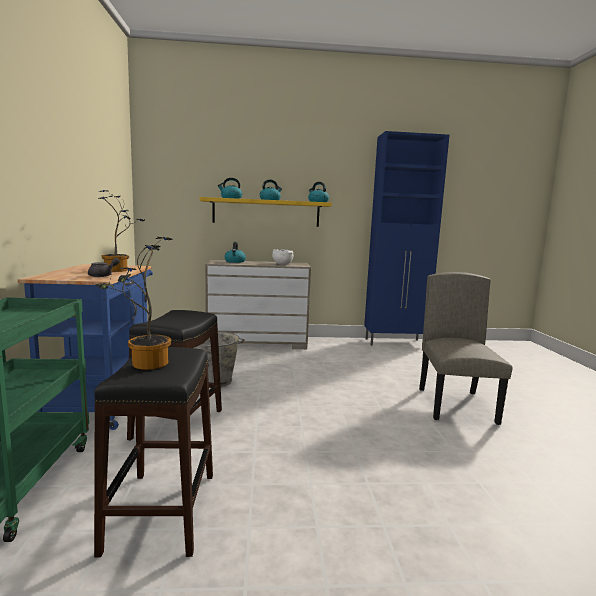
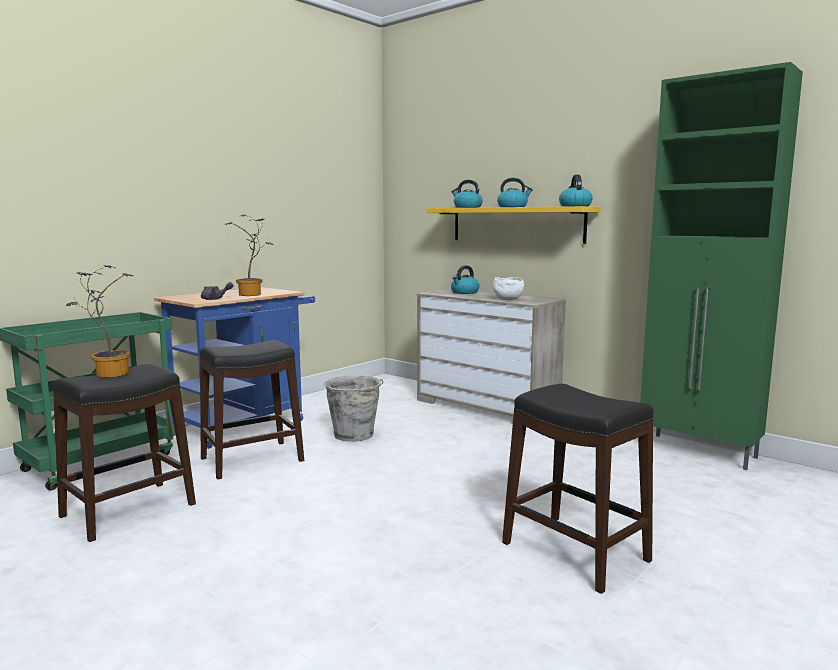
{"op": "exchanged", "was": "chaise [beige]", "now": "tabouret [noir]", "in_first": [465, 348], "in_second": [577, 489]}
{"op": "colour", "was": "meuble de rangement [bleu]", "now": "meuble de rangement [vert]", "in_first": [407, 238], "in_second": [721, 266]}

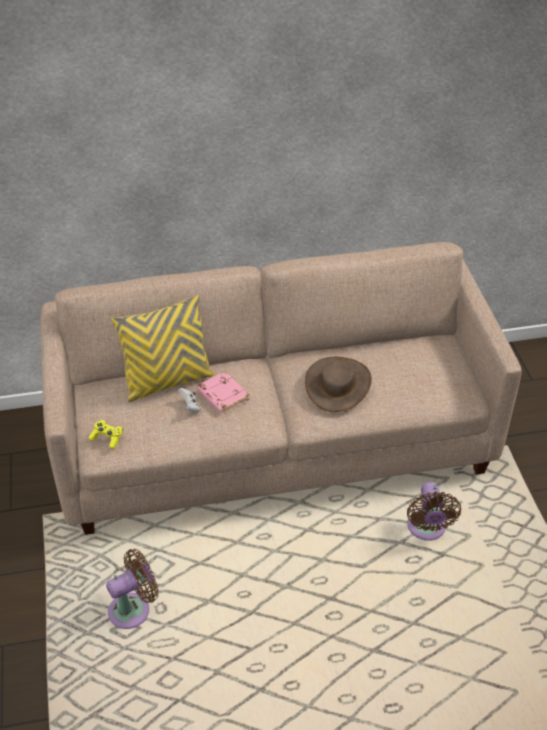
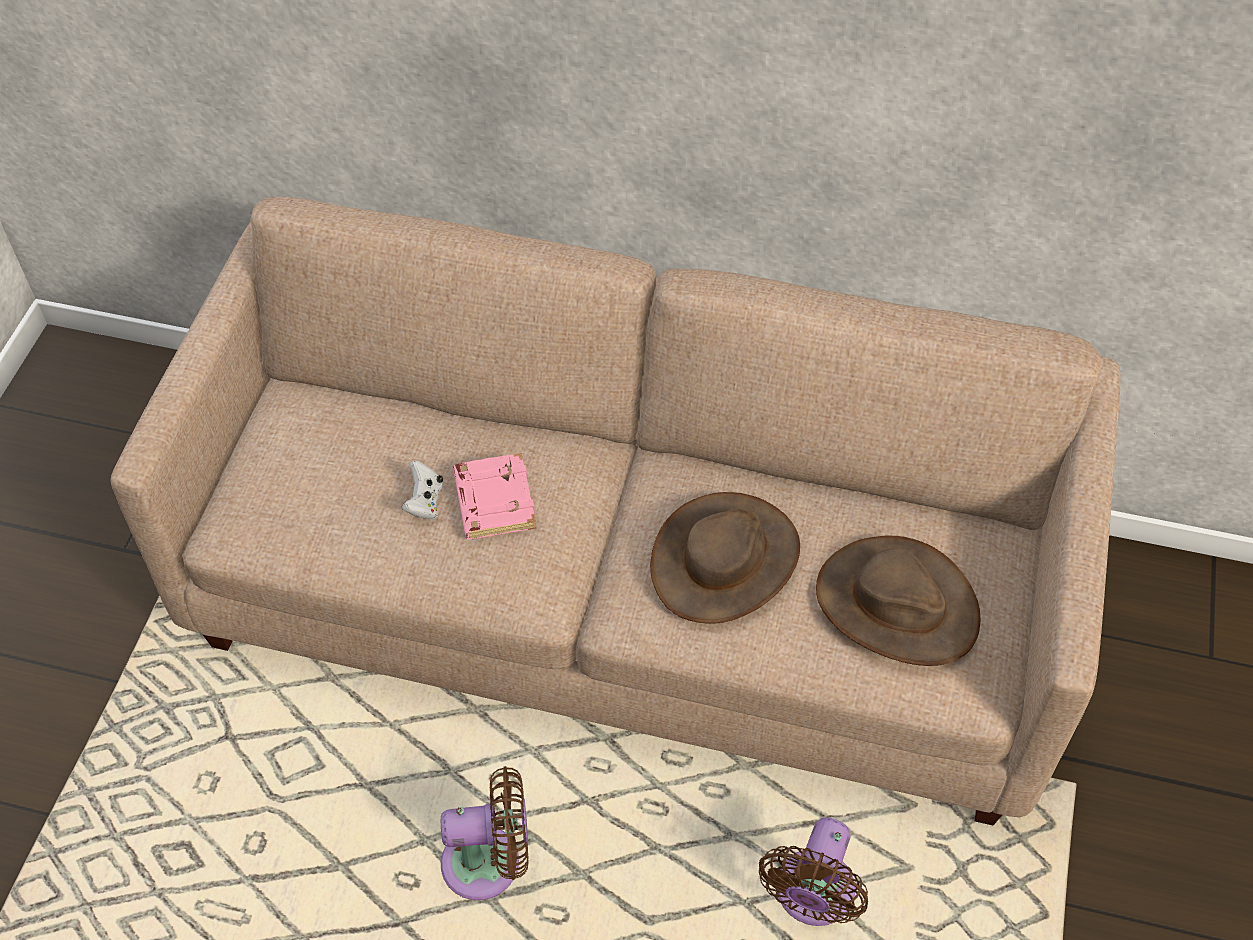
{"op": "relocated", "was": "ventilateur [marron]", "in_first": [132, 589], "in_second": [485, 833]}
{"op": "appeared", "now": "chapeau [marron]", "in_second": [898, 601]}
{"op": "missing", "was": "manette [jaune]", "in_first": [106, 434]}
{"op": "missing", "was": "coussin [jaune]", "in_first": [162, 348]}

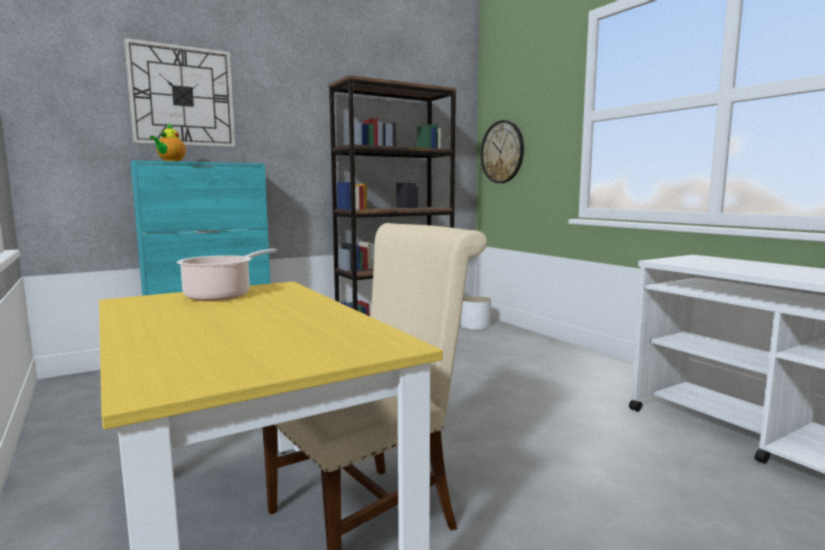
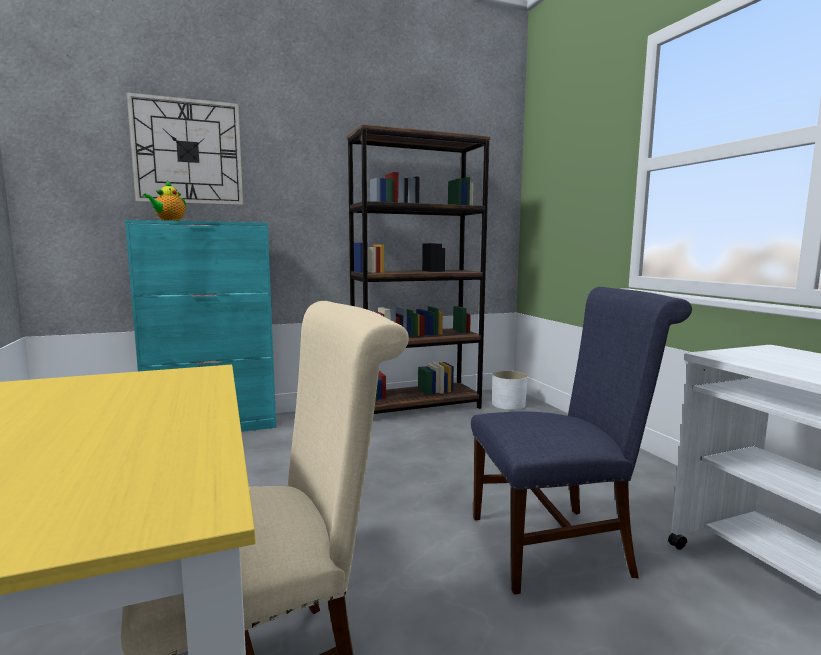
{"op": "appeared", "now": "chaise [bleu]", "in_second": [581, 440]}
{"op": "missing", "was": "marmite", "in_first": [227, 275]}
{"op": "missing", "was": "horloge murale", "in_first": [502, 151]}

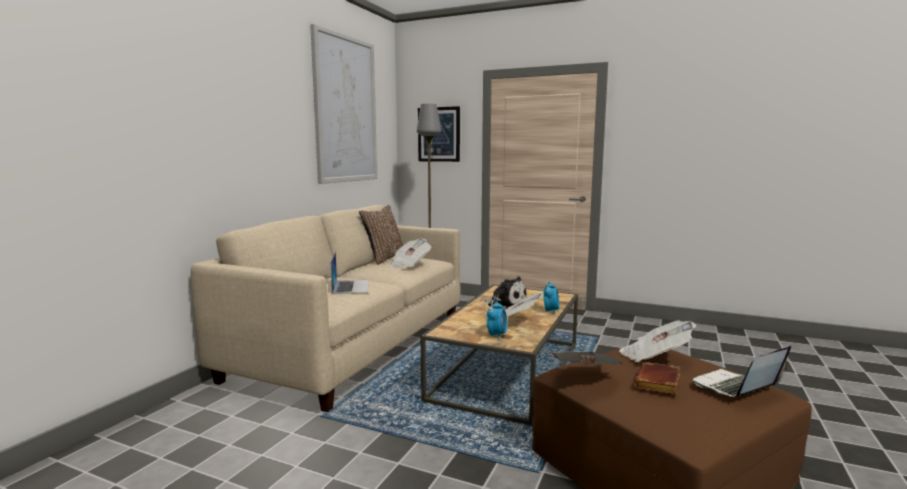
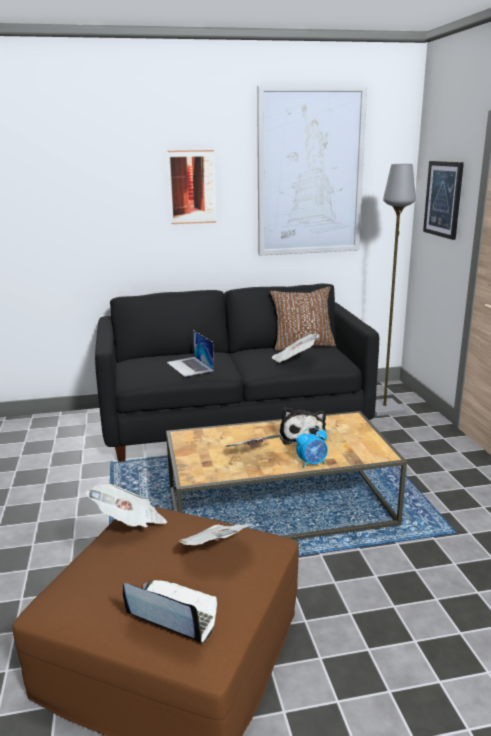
{"op": "colour", "was": "canapé [beige]", "now": "canapé [noir]", "in_first": [325, 308], "in_second": [237, 373]}
{"op": "appeared", "now": "tableau", "in_second": [191, 187]}
{"op": "spun", "was": "ordinateur portable", "in_first": [350, 273], "in_second": [190, 353], "clockwise": 105}
{"op": "missing", "was": "réveil", "in_first": [497, 320]}
{"op": "missing", "was": "livre [marron]", "in_first": [657, 378]}

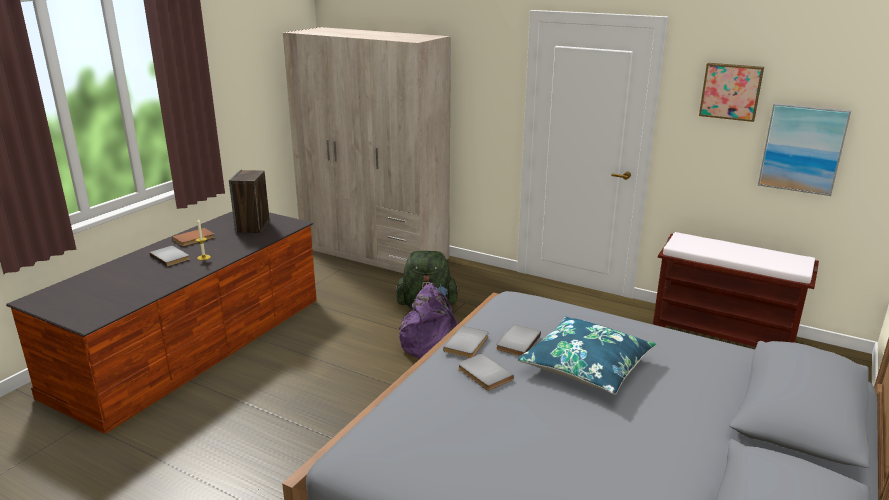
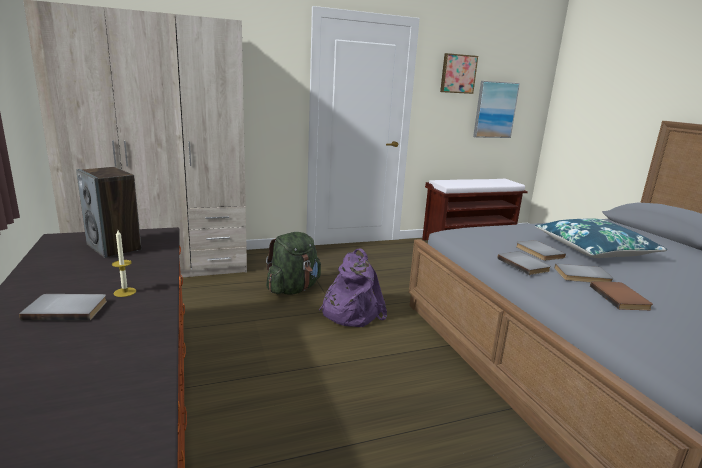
{"op": "relocated", "was": "livre [marron]", "in_first": [193, 237], "in_second": [621, 295]}

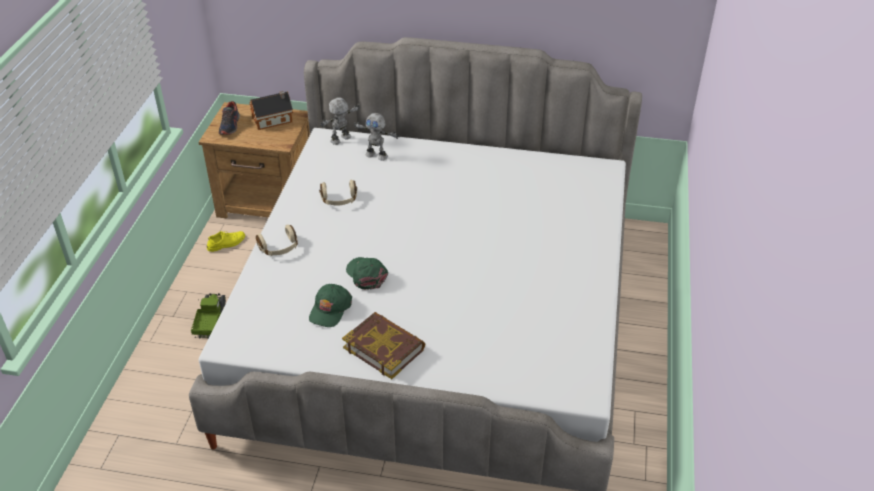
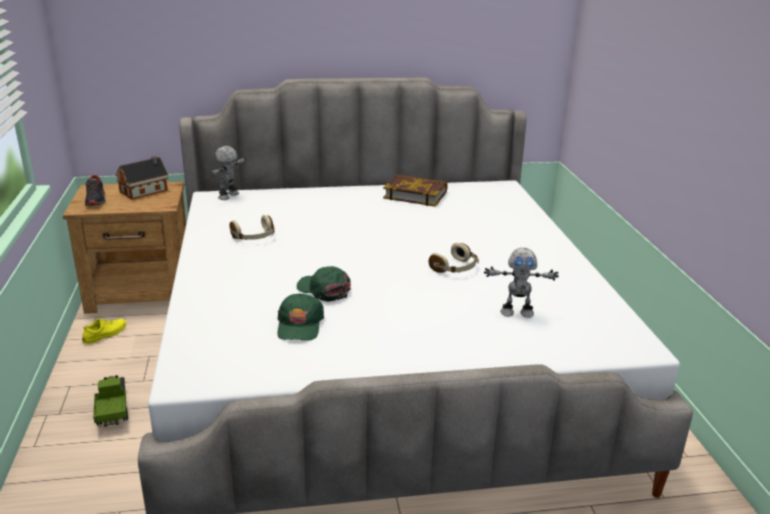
{"op": "relocated", "was": "livre", "in_first": [383, 345], "in_second": [415, 191]}
{"op": "relocated", "was": "casque audio [beige]", "in_first": [277, 240], "in_second": [454, 258]}
{"op": "relocated", "was": "robot jouet", "in_first": [377, 137], "in_second": [521, 283]}

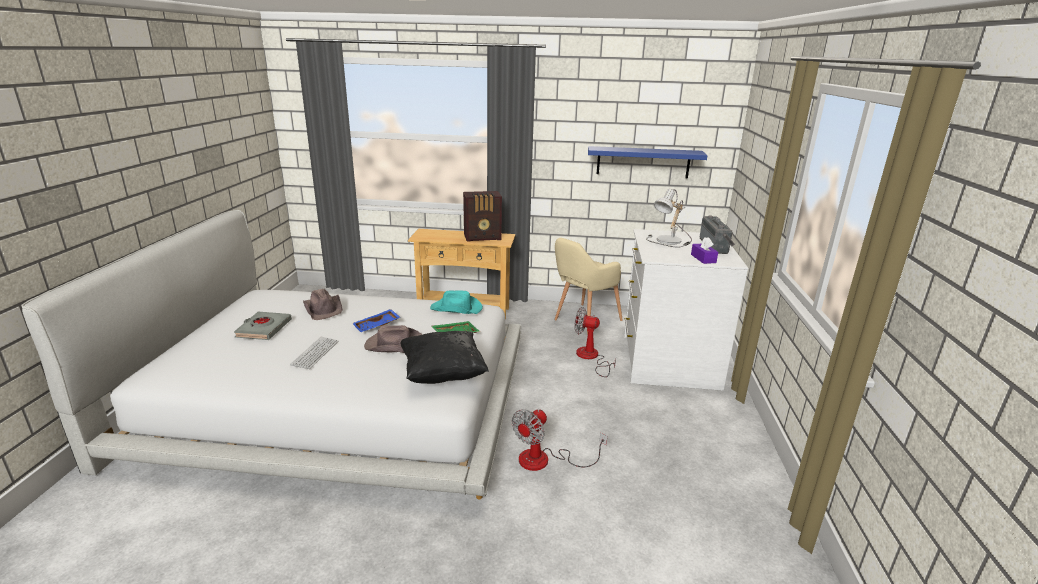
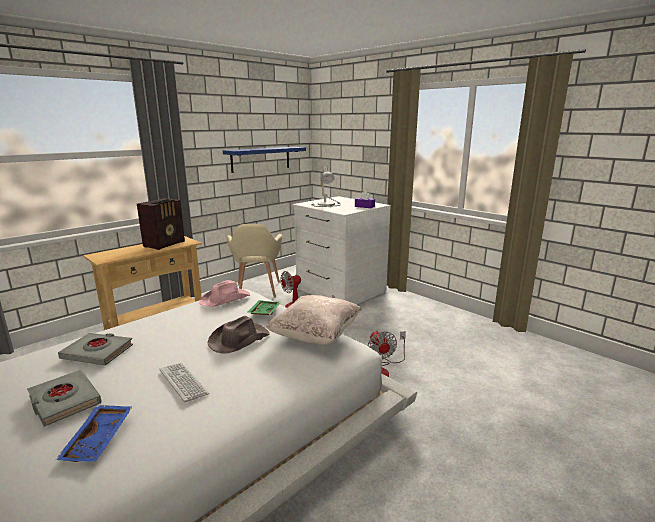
{"op": "relocated", "was": "plateau [bleu]", "in_first": [376, 320], "in_second": [94, 433]}
{"op": "exchanged", "was": "chapeau [marron]", "now": "livre [gris]", "in_first": [323, 304], "in_second": [95, 349]}
{"op": "colour", "was": "chapeau [turquoise]", "now": "chapeau [rose]", "in_first": [456, 302], "in_second": [224, 293]}
{"op": "colour", "was": "coussin [noir]", "now": "coussin [beige]", "in_first": [445, 357], "in_second": [314, 320]}
{"op": "missing", "was": "radio", "in_first": [717, 234]}

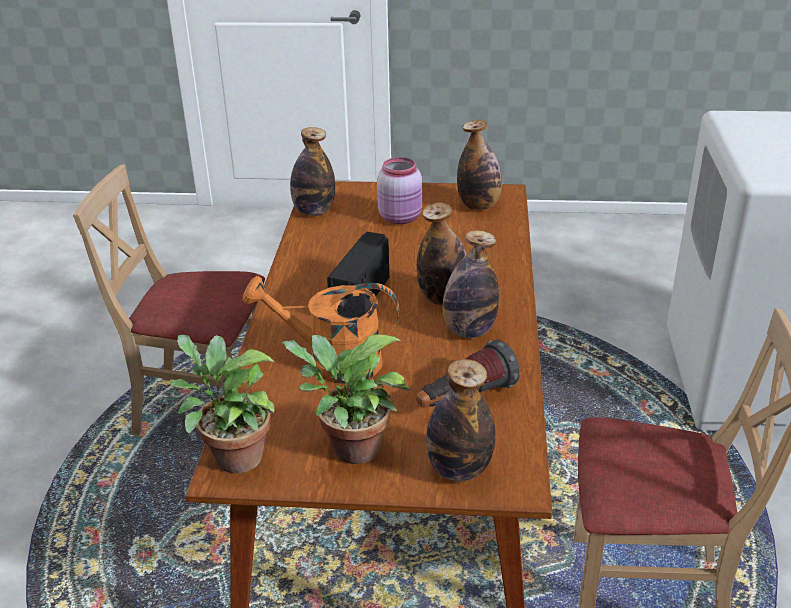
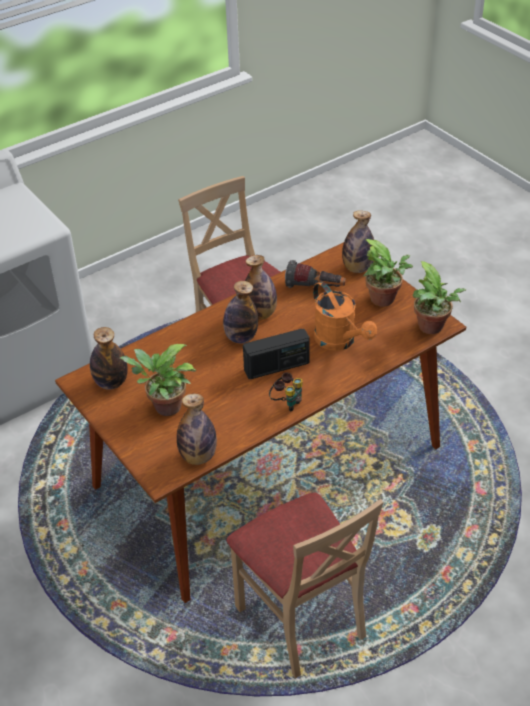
{"op": "exchanged", "was": "bocal [rose]", "now": "plante en pot", "in_first": [399, 190], "in_second": [158, 380]}
{"op": "appeared", "now": "jumelles", "in_second": [286, 392]}

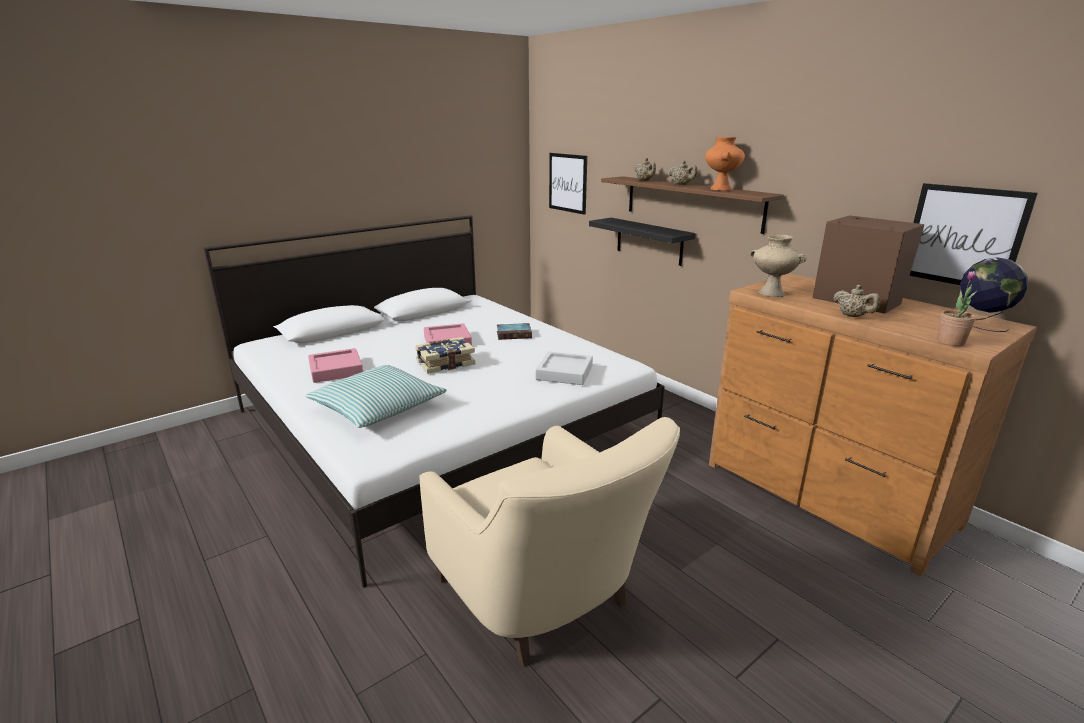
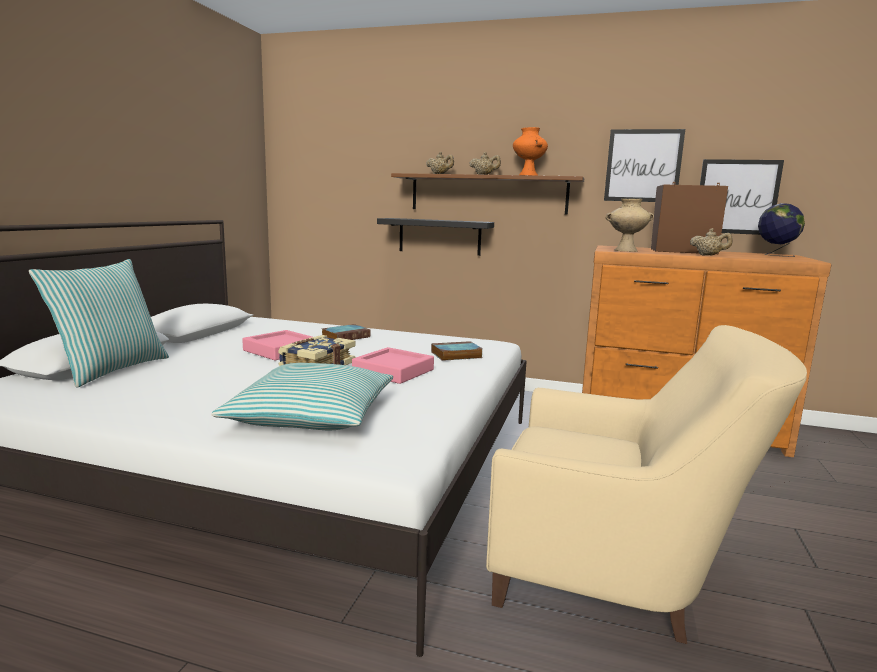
{"op": "appeared", "now": "coussin", "in_second": [99, 323]}
{"op": "relocated", "was": "plateau [rose]", "in_first": [335, 365], "in_second": [393, 365]}
{"op": "exchanged", "was": "plateau [gris]", "now": "livre", "in_first": [564, 368], "in_second": [457, 351]}
{"op": "relocated", "was": "tableau", "in_first": [568, 184], "in_second": [644, 165]}
{"op": "missing", "was": "plante en pot", "in_first": [957, 308]}

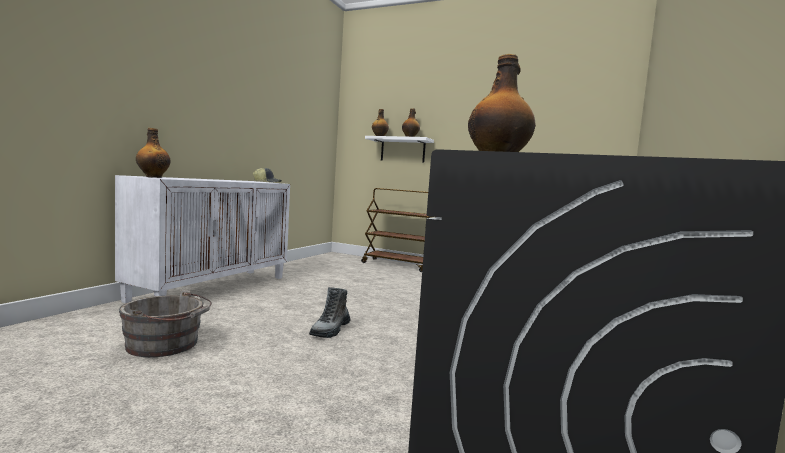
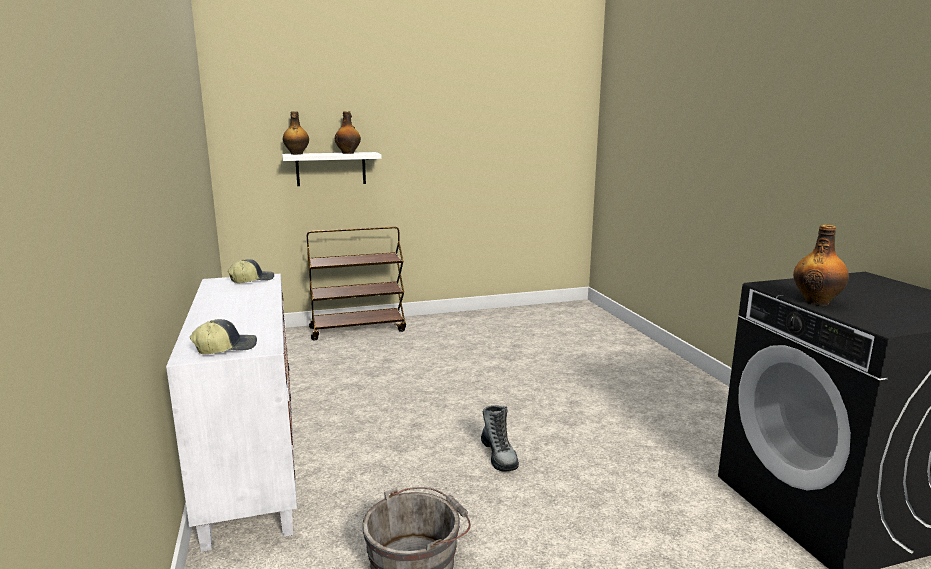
{"op": "exchanged", "was": "bouteille", "now": "casquette", "in_first": [153, 153], "in_second": [223, 336]}

